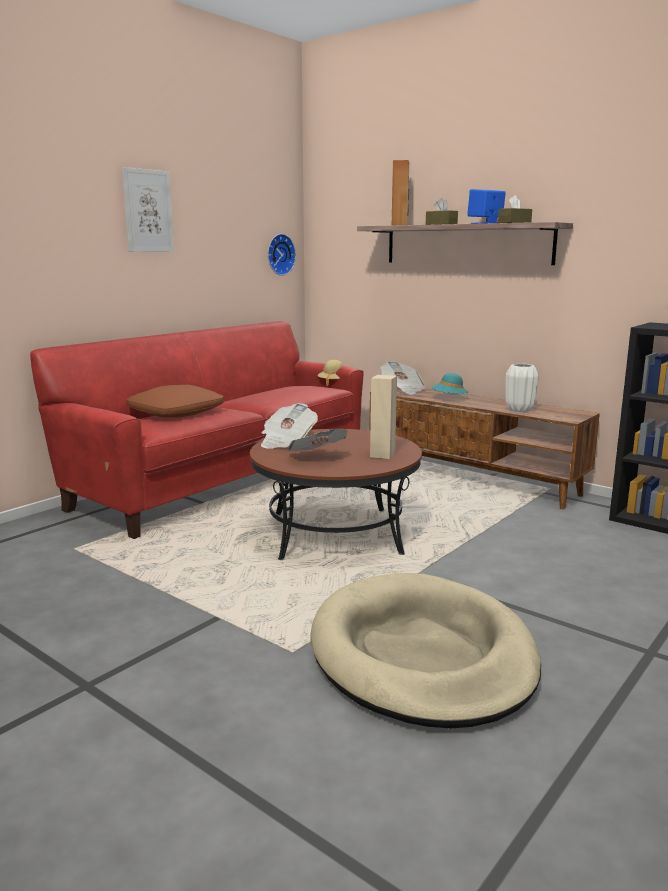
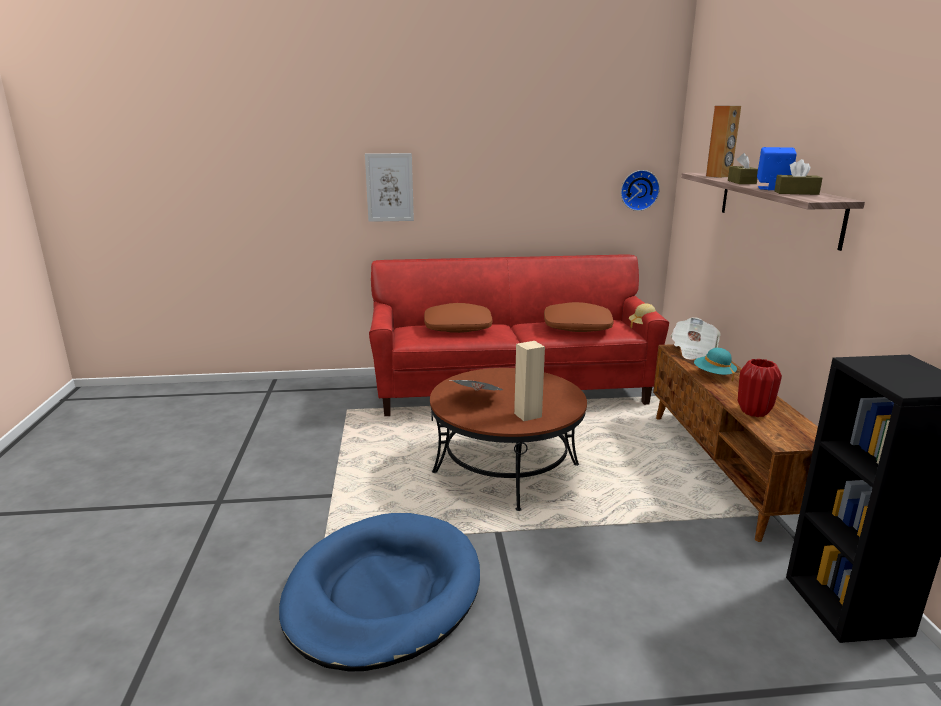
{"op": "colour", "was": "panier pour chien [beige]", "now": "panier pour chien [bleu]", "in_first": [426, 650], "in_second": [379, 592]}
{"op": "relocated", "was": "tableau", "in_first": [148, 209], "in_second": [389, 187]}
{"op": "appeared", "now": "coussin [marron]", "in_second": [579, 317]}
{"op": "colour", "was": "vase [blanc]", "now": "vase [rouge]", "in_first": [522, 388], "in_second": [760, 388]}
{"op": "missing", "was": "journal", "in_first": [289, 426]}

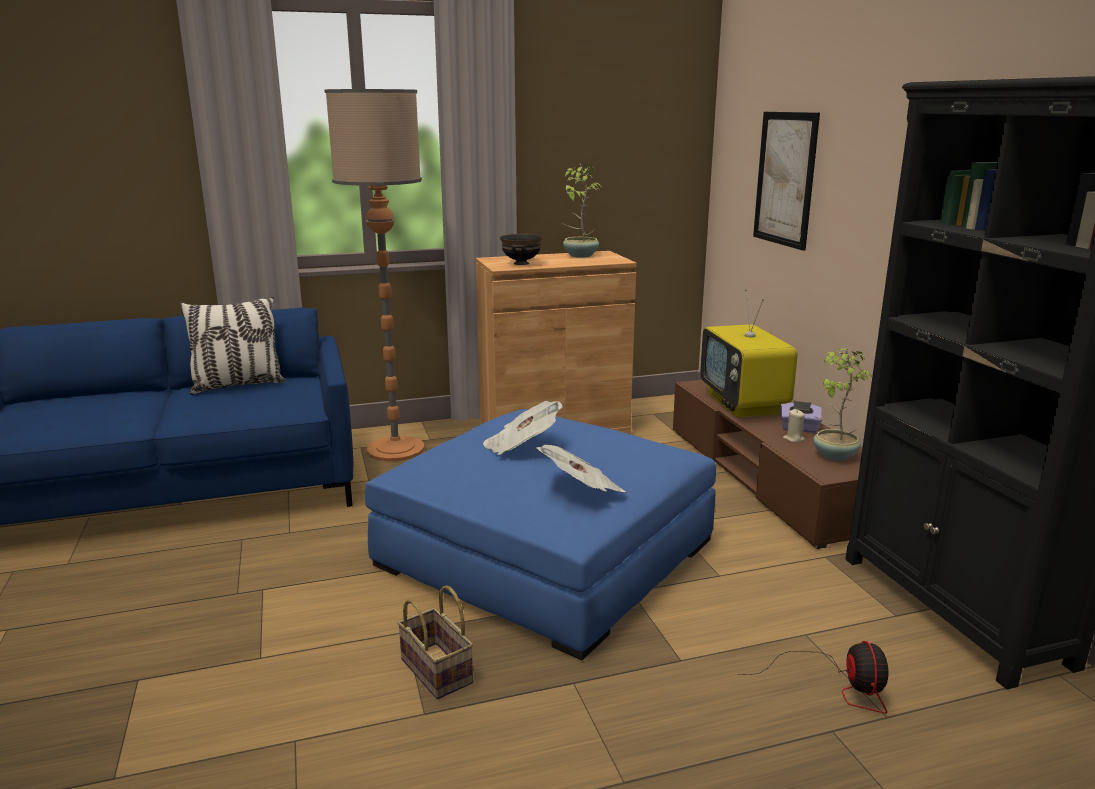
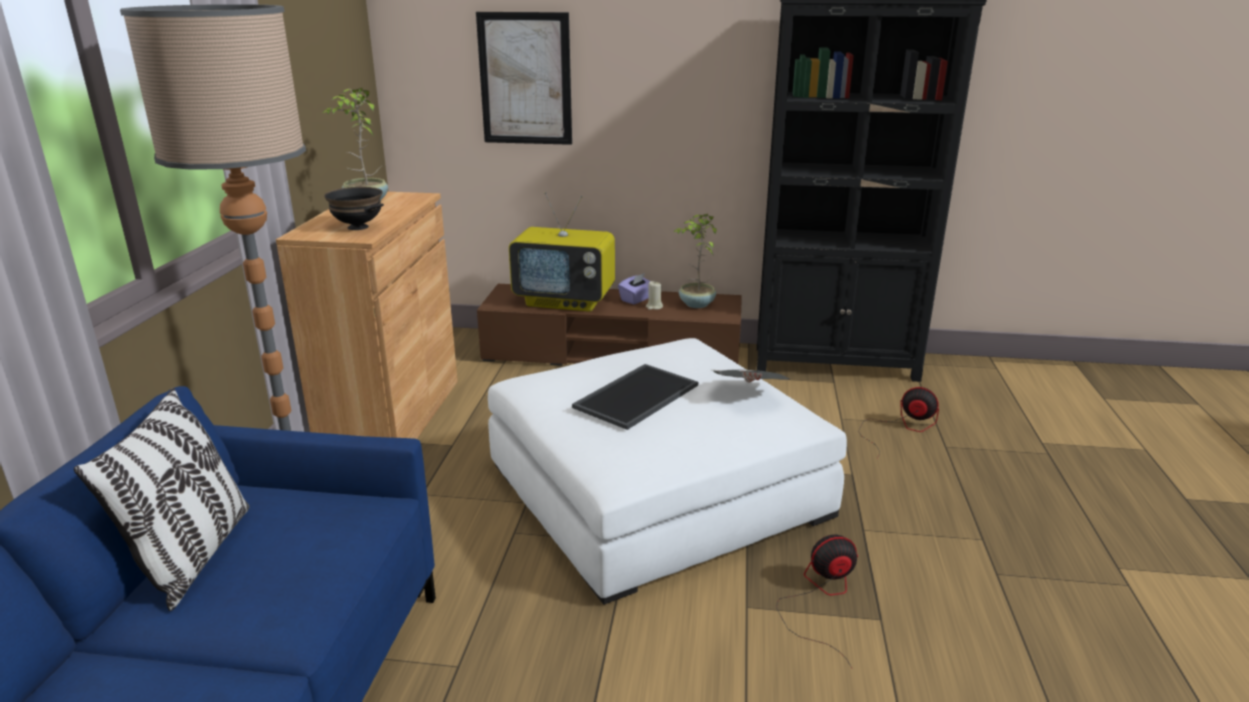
{"op": "colour", "was": "pouf [bleu]", "now": "pouf [blanc]", "in_first": [540, 534], "in_second": [667, 471]}
{"op": "exchanged", "was": "journal", "now": "plateau", "in_first": [523, 428], "in_second": [635, 397]}
{"op": "exchanged", "was": "panier", "now": "ventilateur", "in_first": [435, 642], "in_second": [817, 601]}

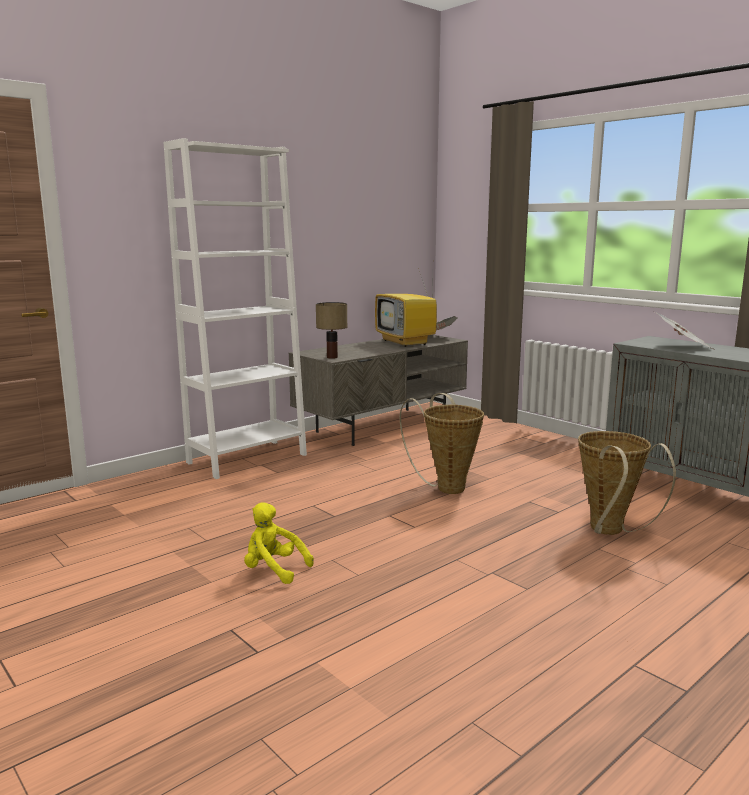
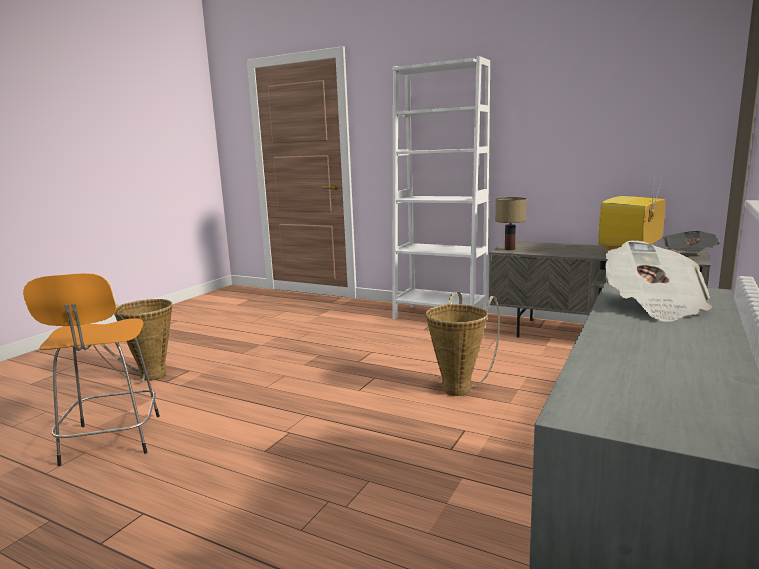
{"op": "appeared", "now": "tabouret [orange]", "in_second": [91, 369]}
{"op": "relocated", "was": "panier", "in_first": [627, 483], "in_second": [132, 340]}
{"op": "missing", "was": "peluche [jaune]", "in_first": [279, 543]}

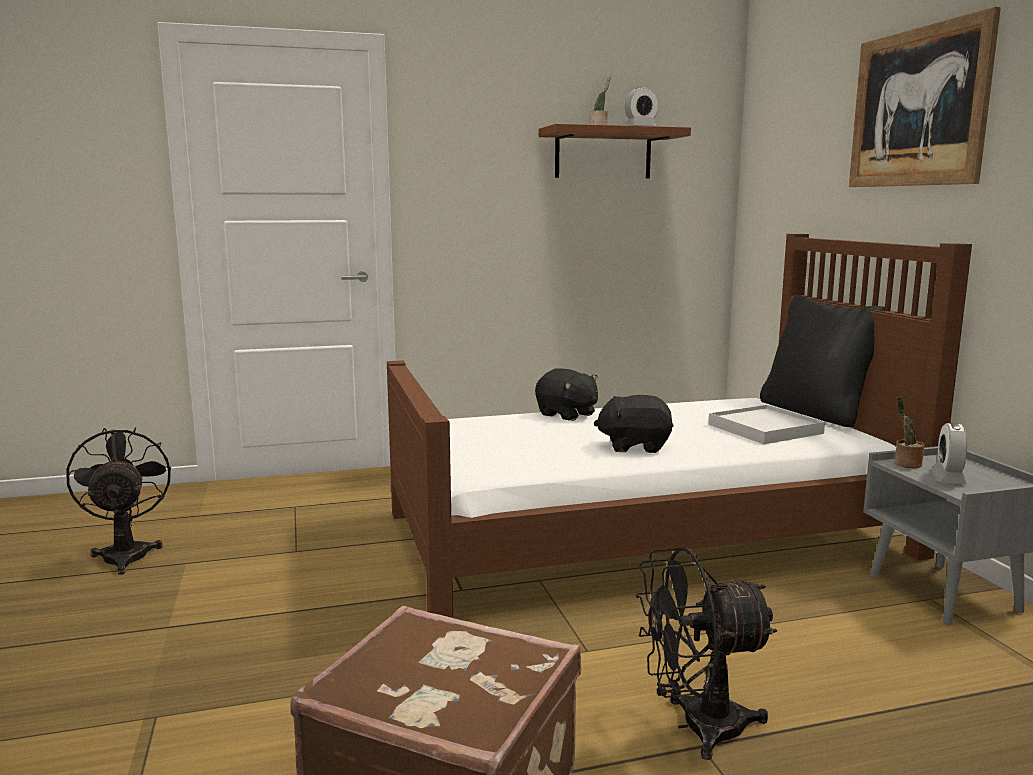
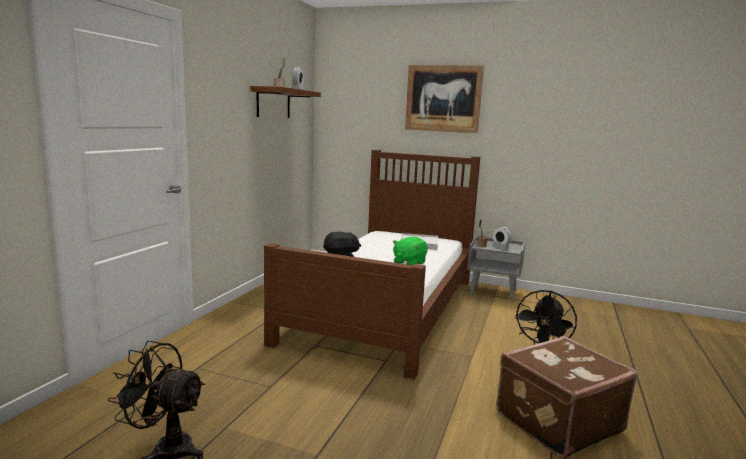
{"op": "colour", "was": "peluche [noir]", "now": "peluche [vert]", "in_first": [634, 424], "in_second": [410, 251]}
{"op": "missing", "was": "coussin [noir]", "in_first": [822, 361]}

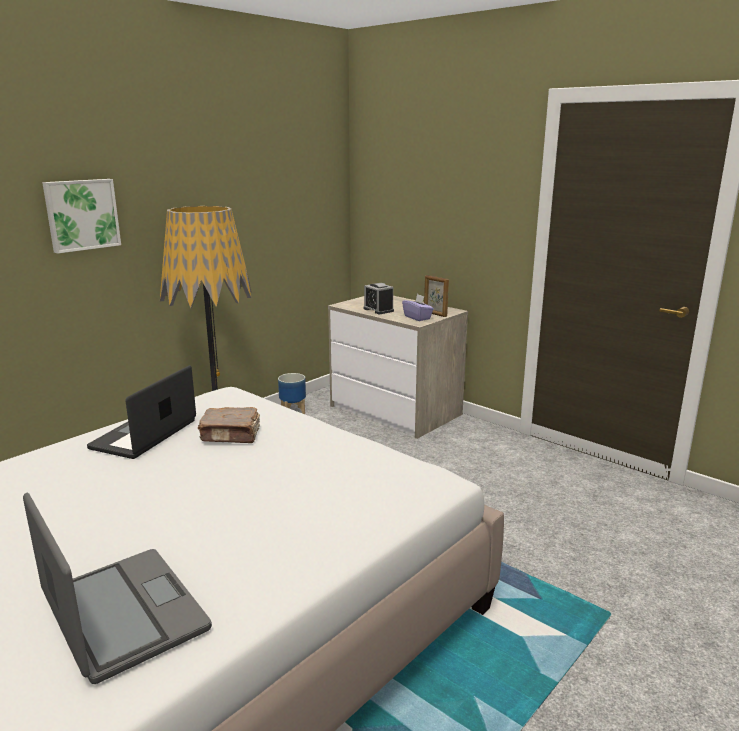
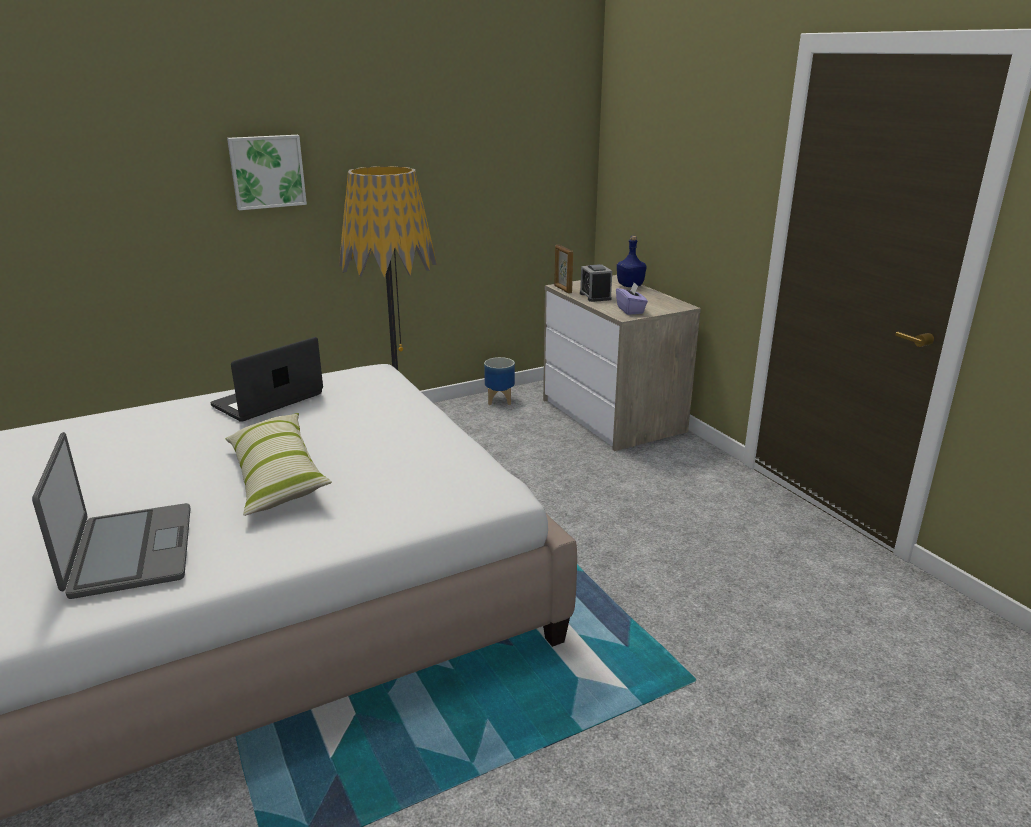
{"op": "appeared", "now": "coussin", "in_second": [278, 464]}
{"op": "relocated", "was": "cadre photo", "in_first": [436, 296], "in_second": [563, 269]}
{"op": "appeared", "now": "bouteille [bleu]", "in_second": [632, 261]}
{"op": "missing", "was": "livre [marron]", "in_first": [229, 425]}

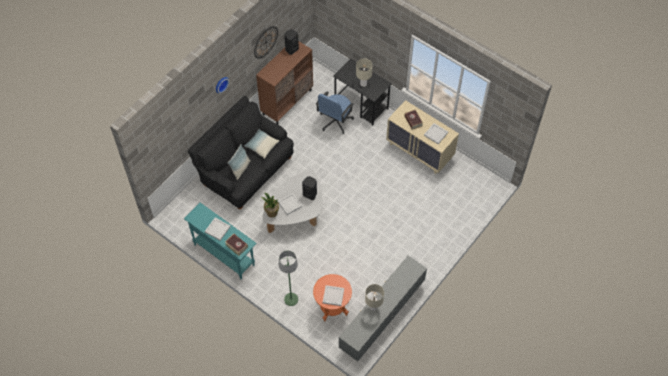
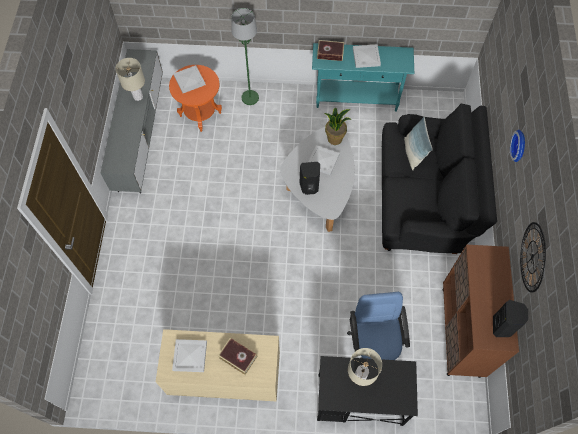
{"op": "missing", "was": "coussin", "in_first": [261, 144]}

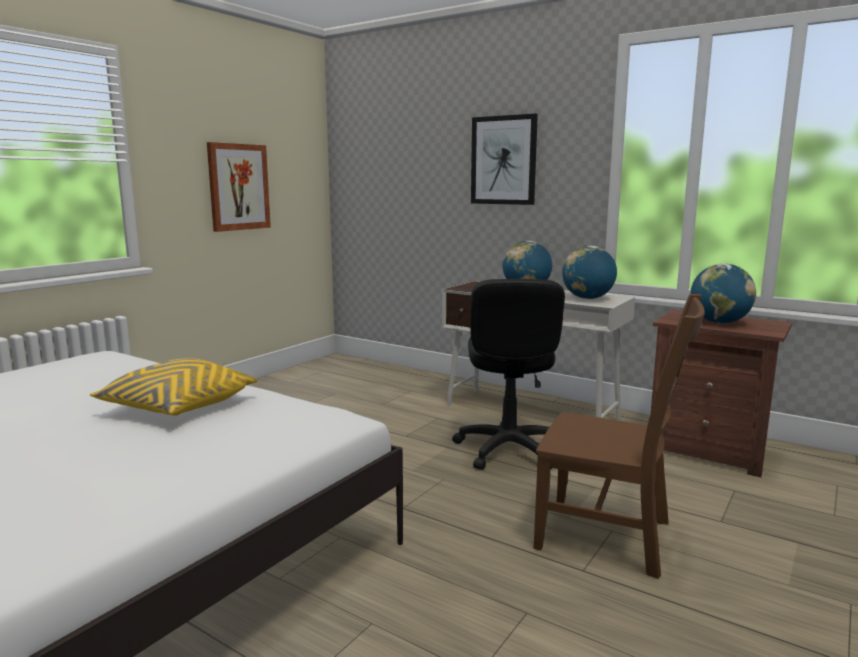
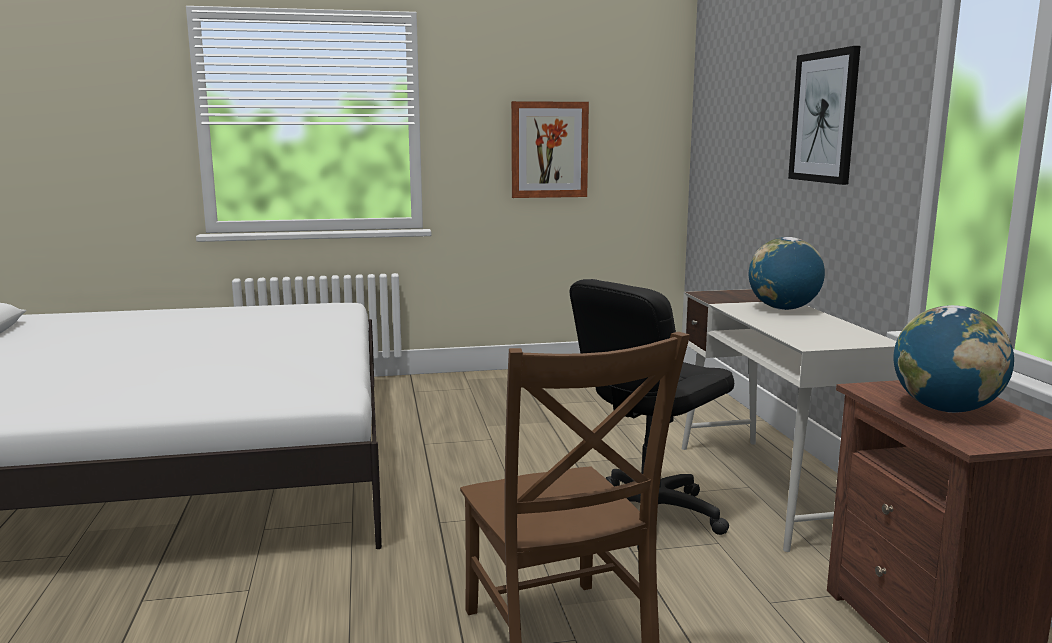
{"op": "missing", "was": "coussin [jaune]", "in_first": [173, 387]}
{"op": "missing", "was": "globe", "in_first": [589, 272]}

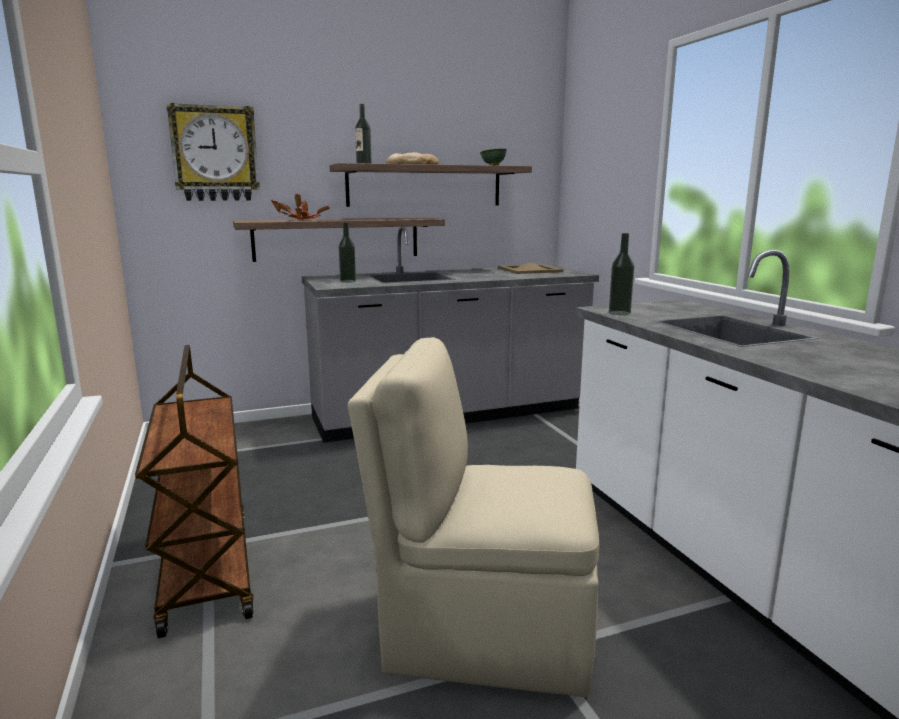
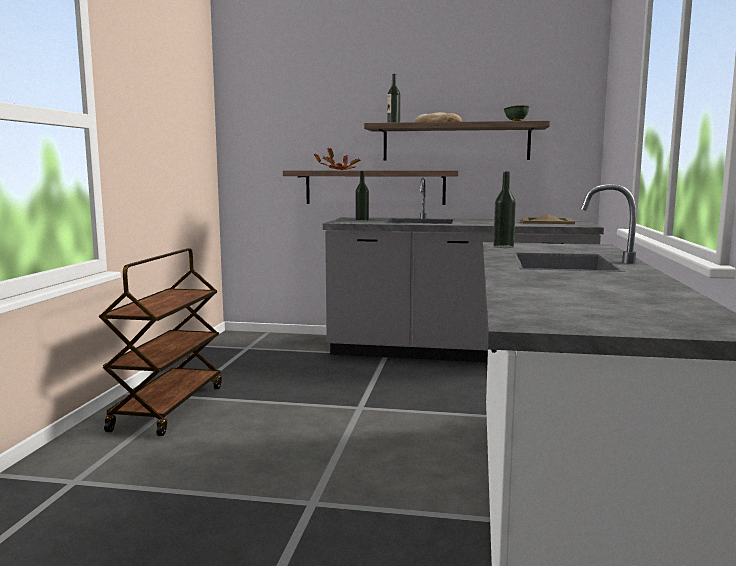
{"op": "missing", "was": "horloge murale", "in_first": [213, 152]}
{"op": "missing", "was": "chaise [beige]", "in_first": [473, 517]}

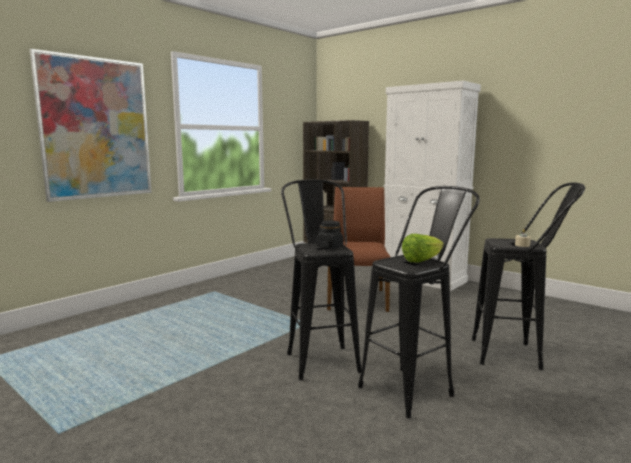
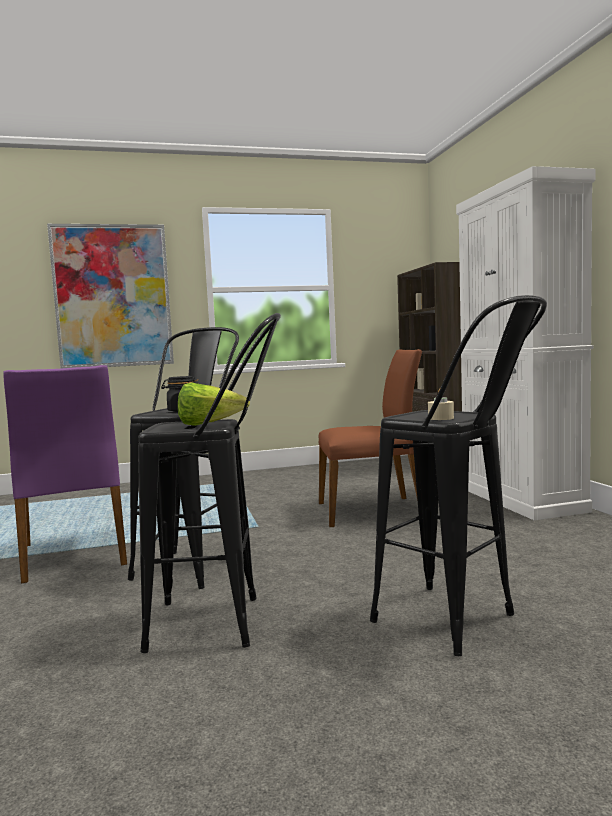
{"op": "appeared", "now": "chaise [violet]", "in_second": [65, 474]}
{"op": "spun", "was": "chaise [marron]", "in_first": [358, 249], "in_second": [370, 438], "clockwise": 45}

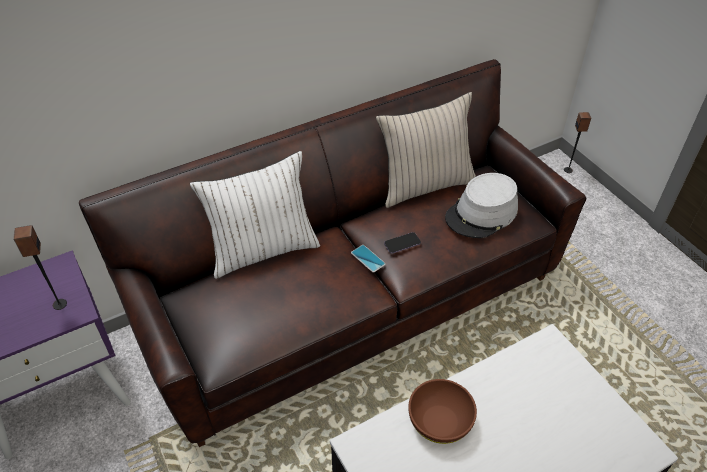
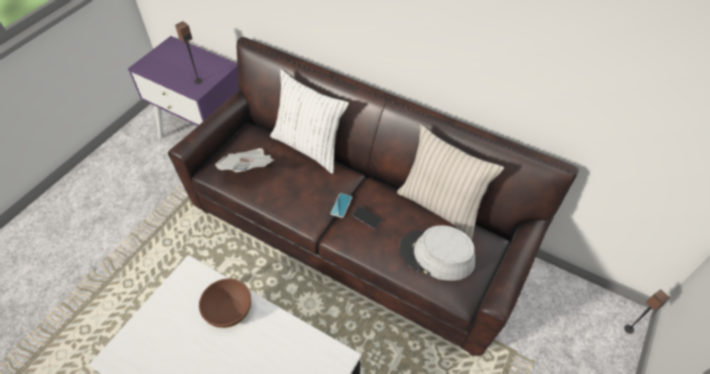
{"op": "appeared", "now": "journal", "in_second": [244, 160]}

